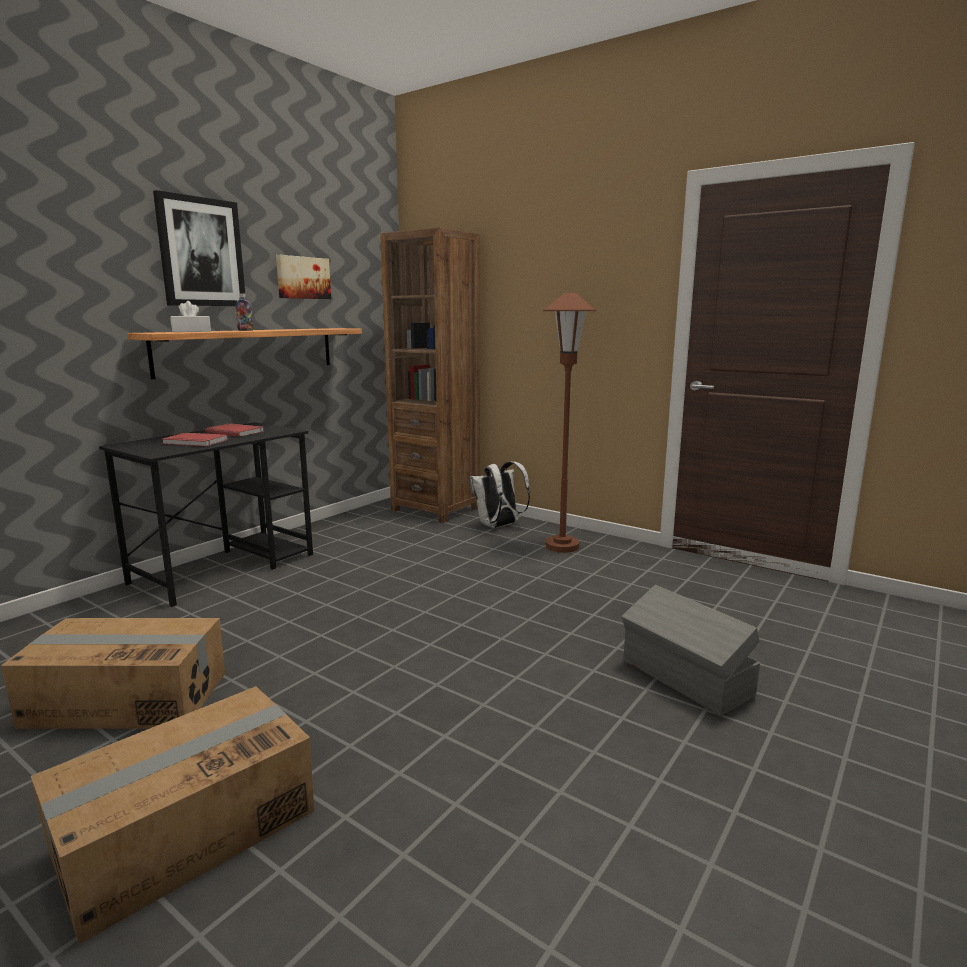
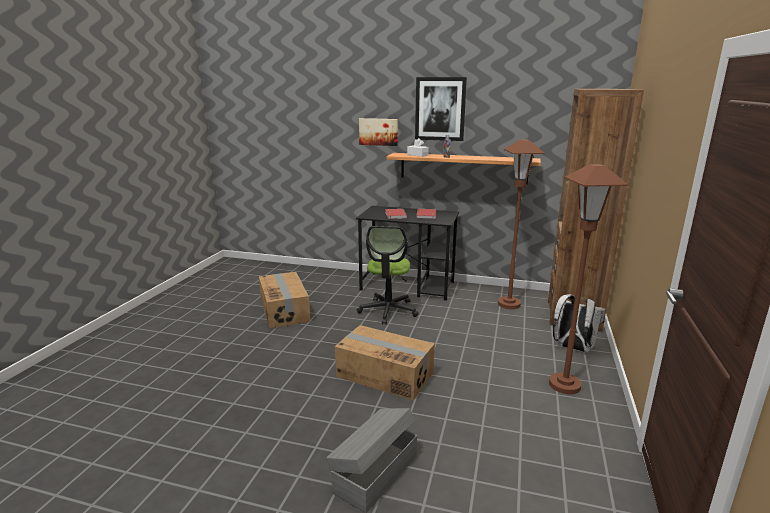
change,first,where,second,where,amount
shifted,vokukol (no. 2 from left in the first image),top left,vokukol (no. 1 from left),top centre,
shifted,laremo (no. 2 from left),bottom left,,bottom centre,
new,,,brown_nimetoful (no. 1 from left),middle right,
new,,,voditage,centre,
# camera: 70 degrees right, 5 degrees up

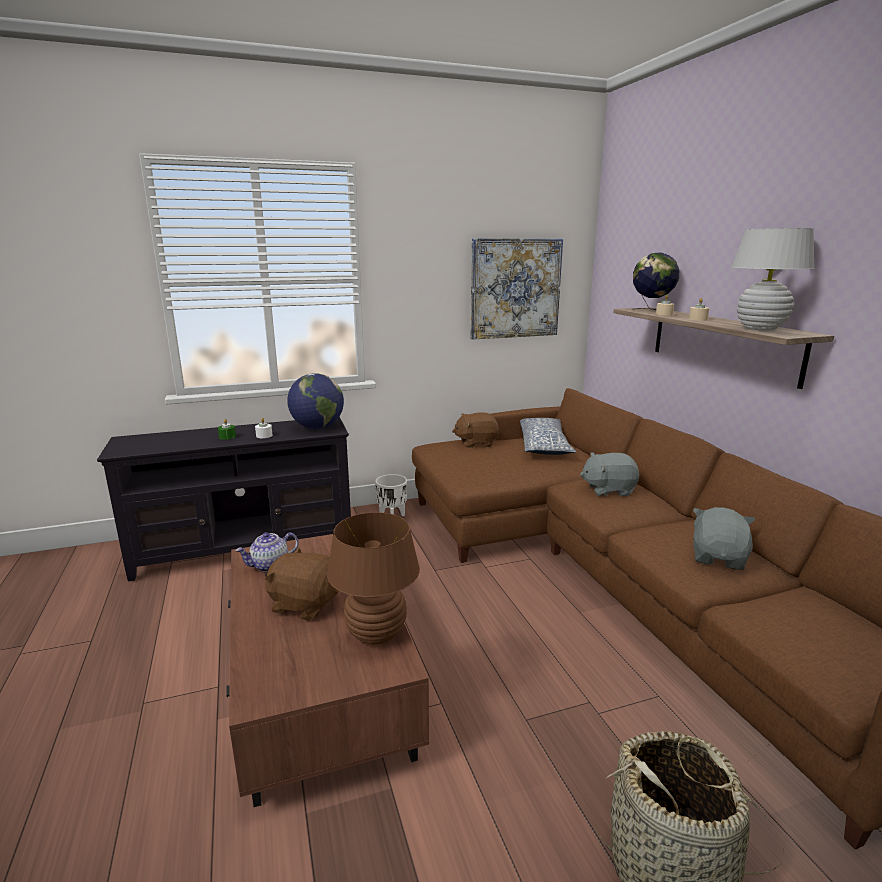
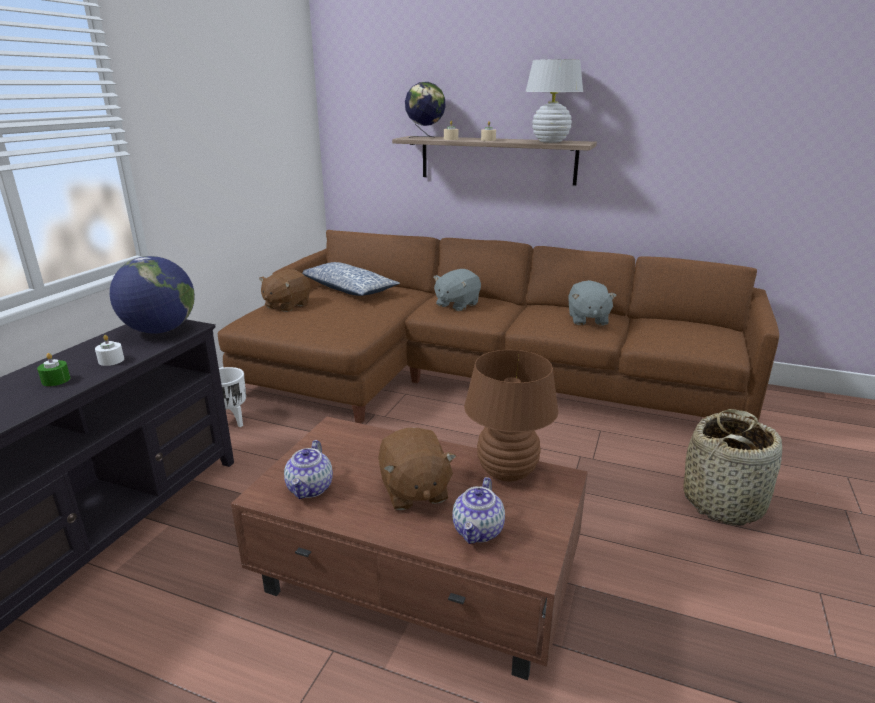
change,first,where,second,where,amount
gone,vokukol,top centre,,,
rotated,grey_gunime (no. 2 from left),middle right,,middle right,150 degrees counterclockwise
rotated,brown_gunime (no. 1 from left in the first image),centre,brown_gunime (no. 2 from left),bottom centre,75 degrees counterclockwise
new,,,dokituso (no. 2 from left),bottom centre,
# camera: 50 degrees left, 5 degrees up

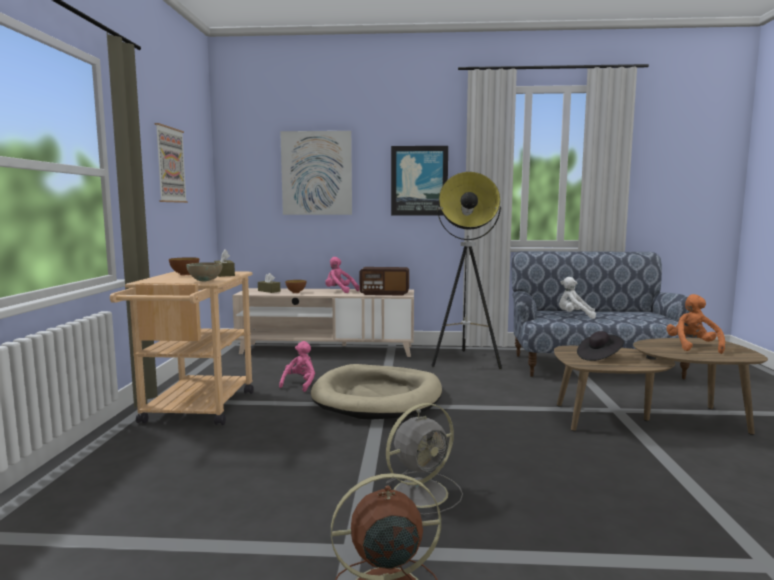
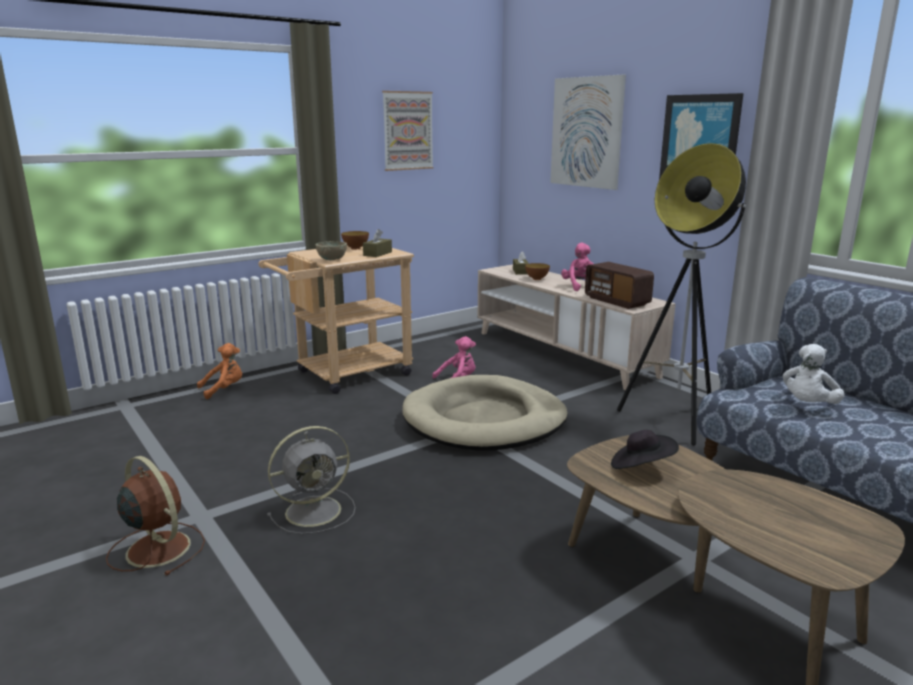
change,first,where,second,where,amount
rotated,white_gunime,middle right,,middle right,120 degrees counterclockwise
shifted,orange_gunime,middle right,,middle left,
rotated,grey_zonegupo,bottom centre,,bottom centre,45 degrees counterclockwise
# camera: 50 degrees right, 10 degrees up

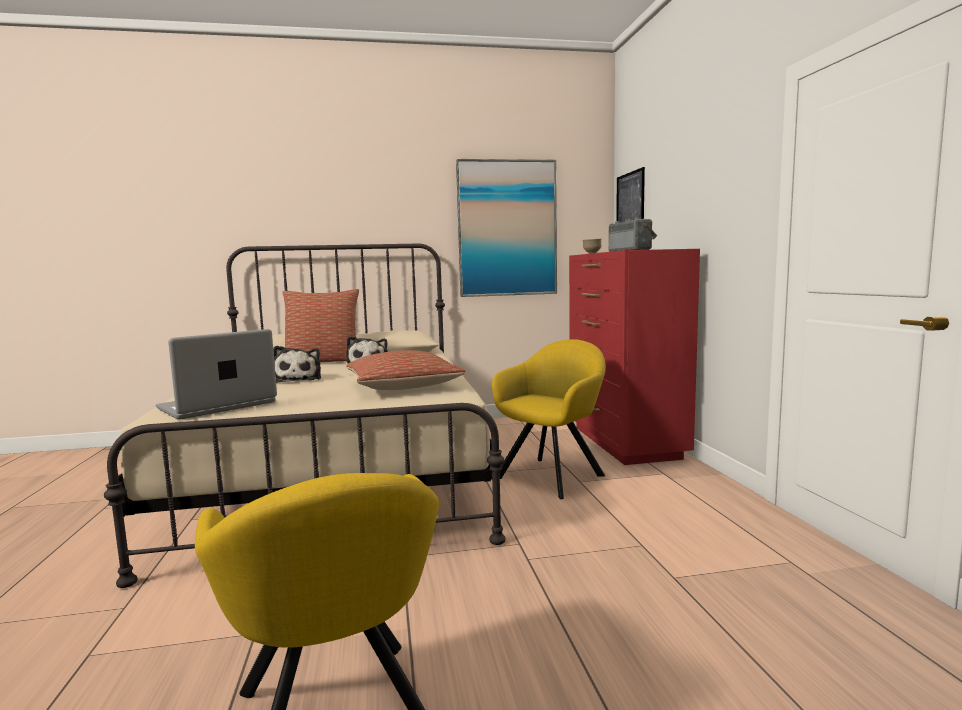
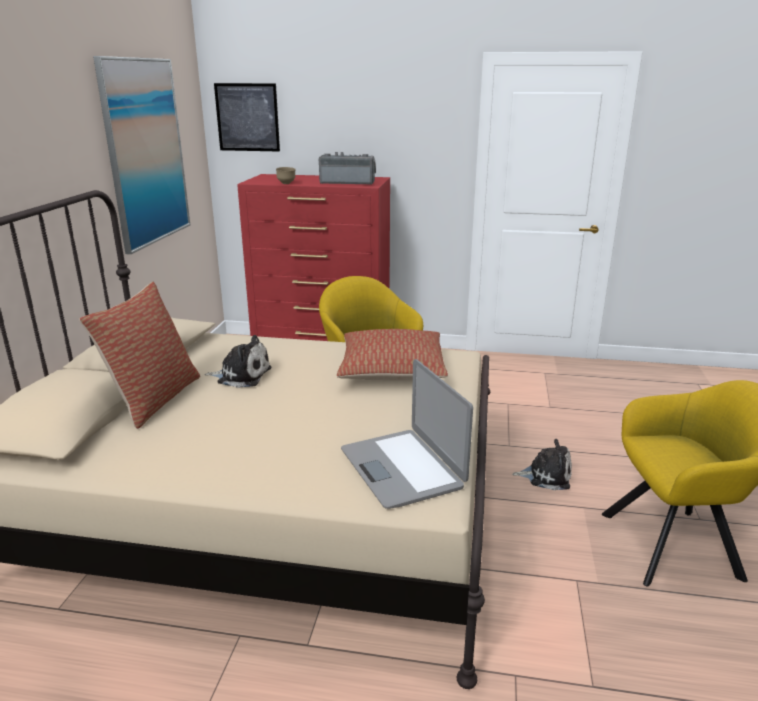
change,first,where,second,where,amount
shifted,gunime (no. 1 from left in the first image),middle left,gunime (no. 2 from left),middle right,
# camera: 70 degrees left, 15 degrees up

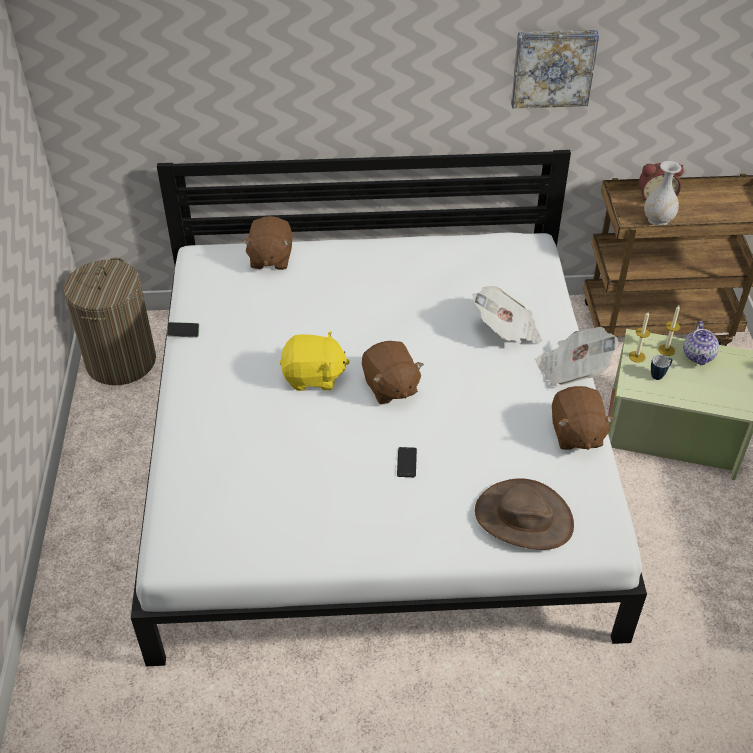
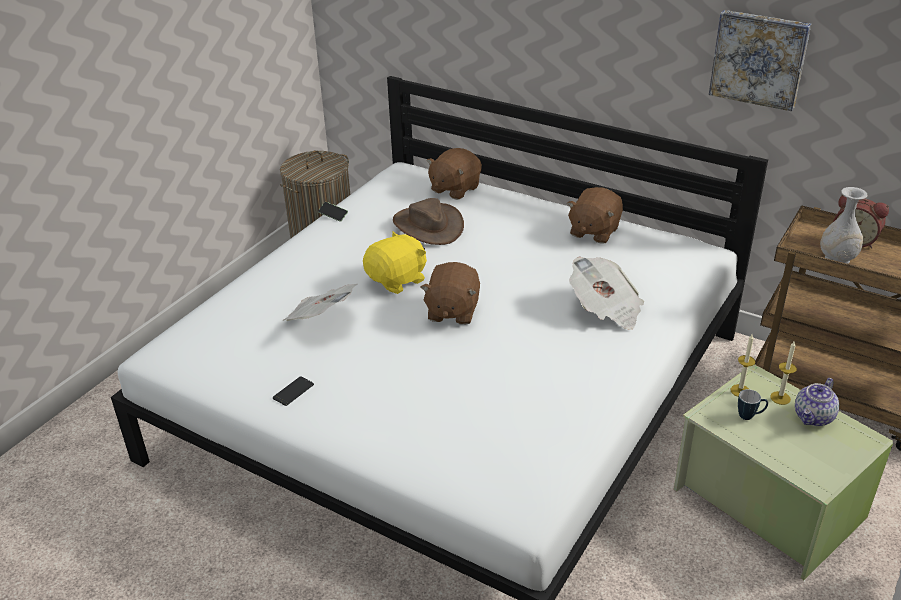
change,first,where,second,where,amount
shifted,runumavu (no. 2 from left in the first image),middle right,runumavu (no. 1 from left),centre,
rotated,yellow_gunime,centre,,centre,75 degrees counterclockwise
shifted,brown_gunime (no. 3 from left),middle right,,centre,
shifted,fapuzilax (no. 2 from left in the first image),centre,fapuzilax (no. 1 from left),middle left,
shifted,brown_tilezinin,bottom right,,centre,
# camera: 35 degrees right, 10 degrees down

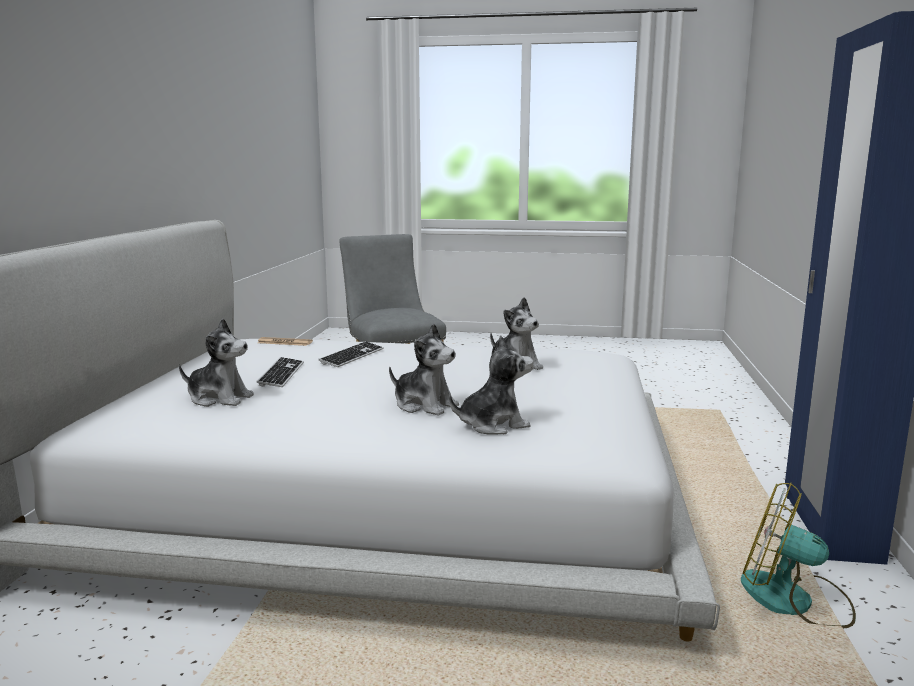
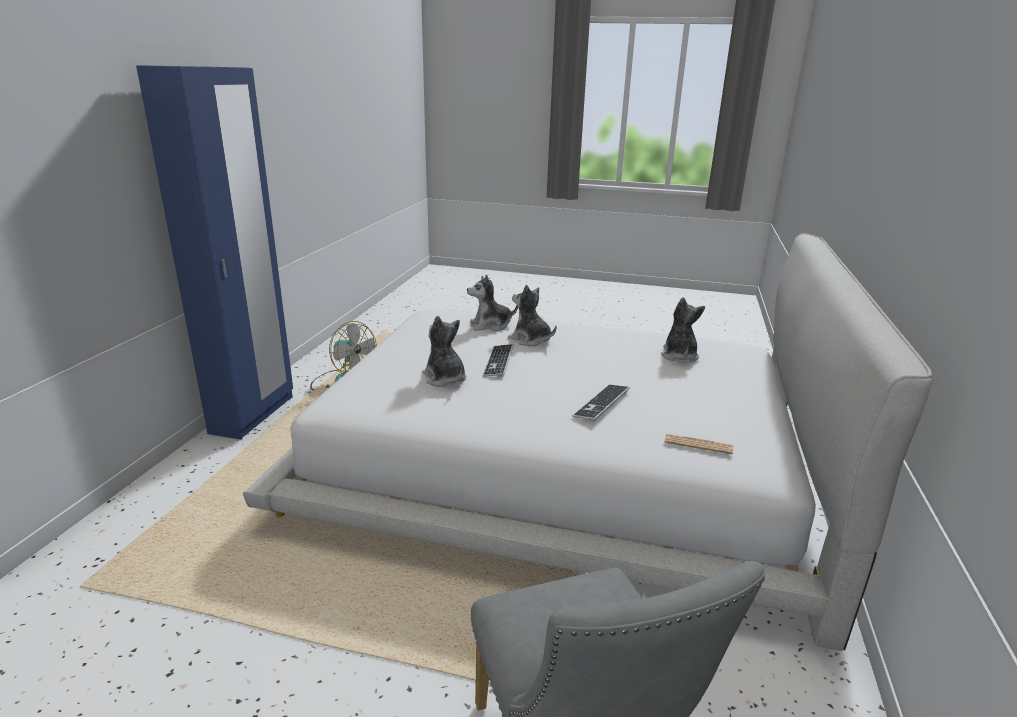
change,first,where,second,where,amount
rotated,gunime (no. 1 from left in the first image),middle left,gunime (no. 4 from left),middle right,75 degrees clockwise
shifted,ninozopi (no. 1 from left),middle left,,centre,
# camera: 175 degrees left, 10 degrees up

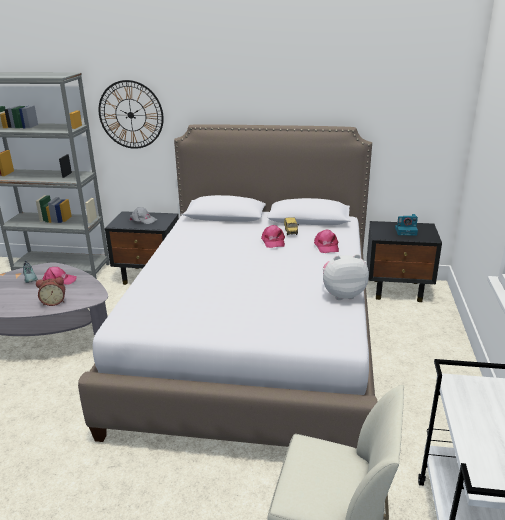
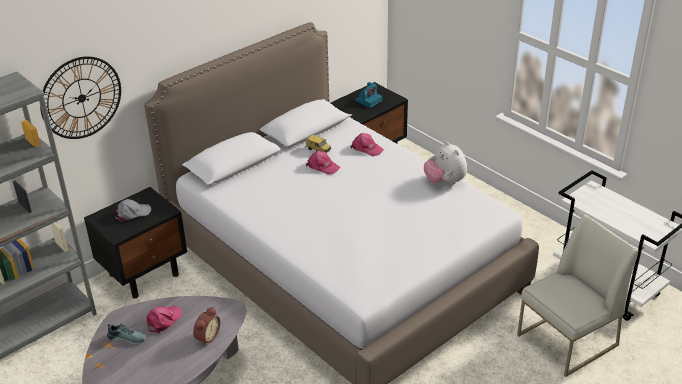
change,first,where,second,where,amount
rotated,gunime,middle right,,centre,60 degrees counterclockwise
# camera: 50 degrees left, 10 degrees up

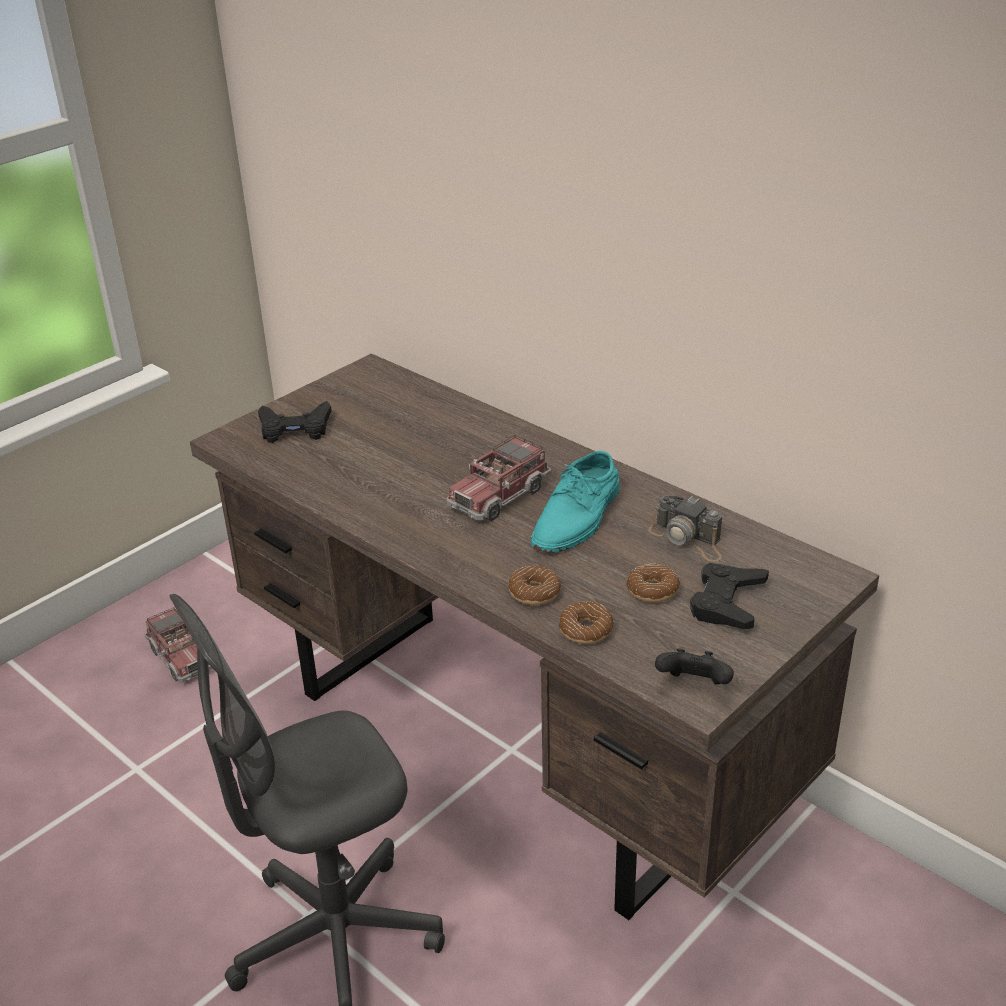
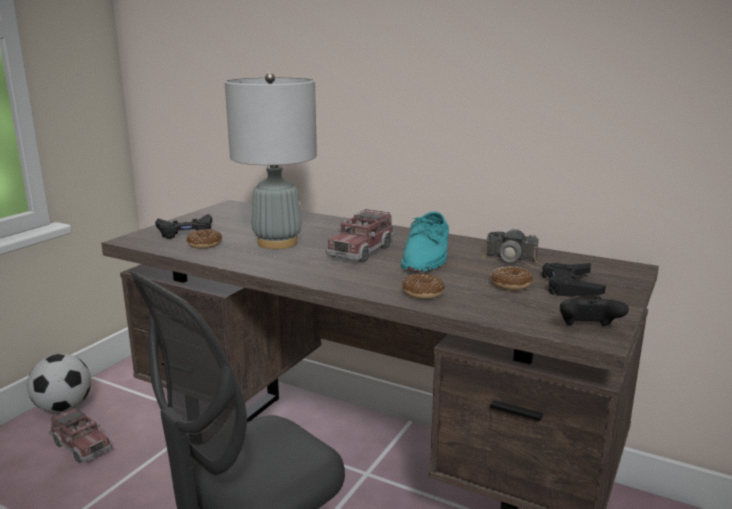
change,first,where,second,where,amount
shifted,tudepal (no. 2 from left in the first image),centre,tudepal (no. 1 from left),middle left,
new,,,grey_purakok,top centre,
new,,,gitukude,bottom left,
# camera: 15 degrees left, 15 degrees down

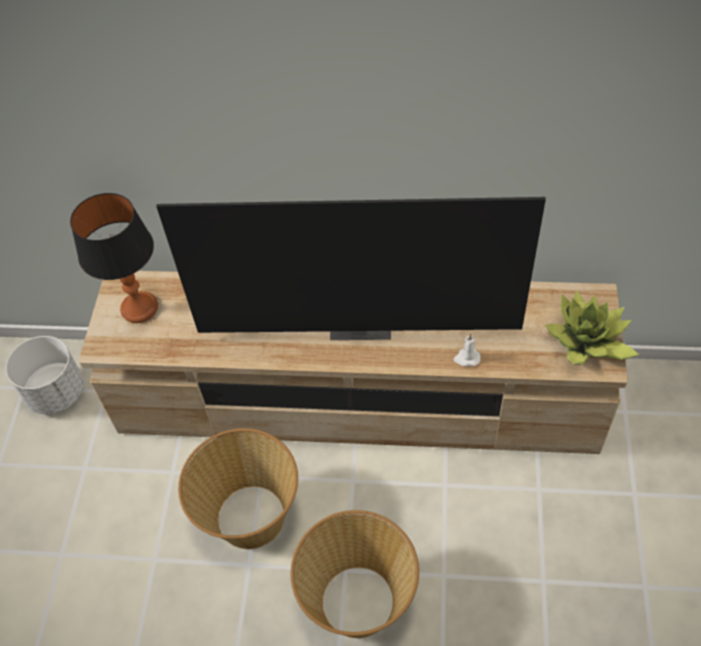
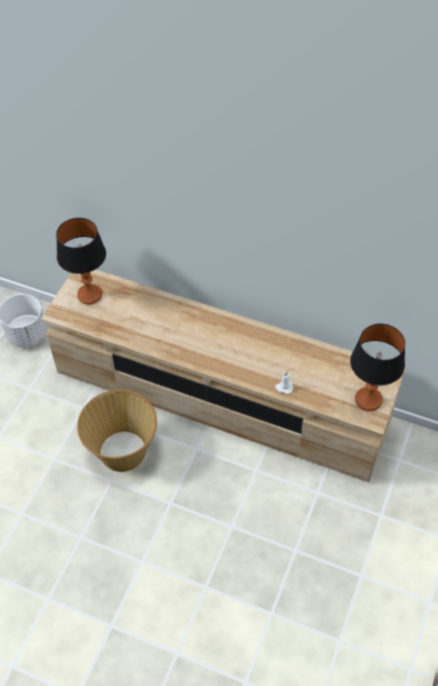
change,first,where,second,where,amount
gone,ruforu,centre,,,
swapped,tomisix,middle right,purakok (no. 2 from left),middle right,
gone,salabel (no. 2 from left),bottom centre,,,
# camera: 15 degrees right, 0 degrees up

